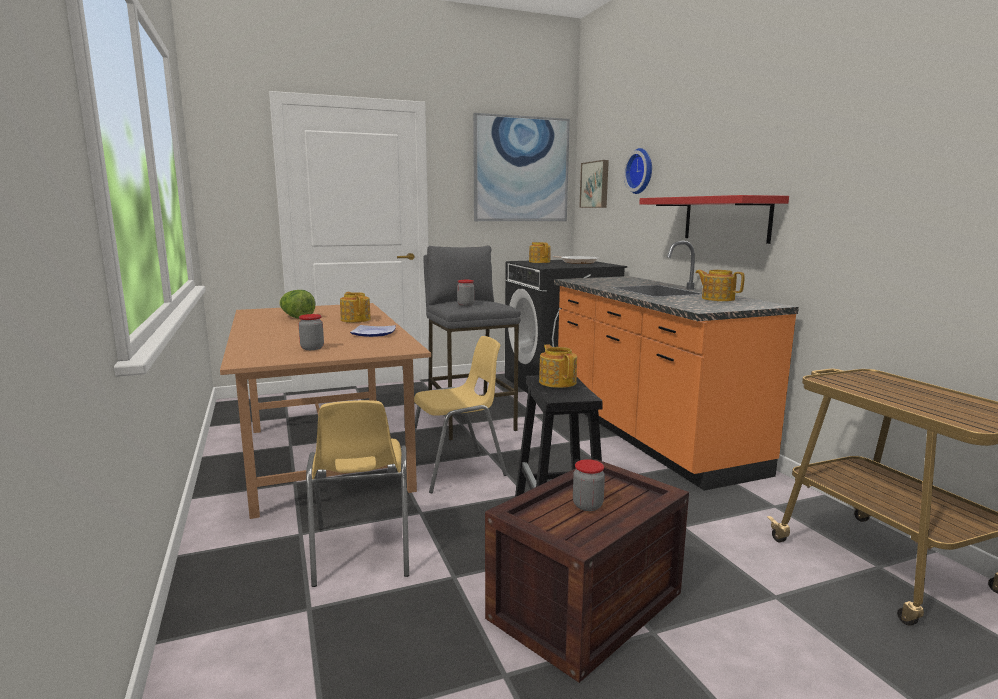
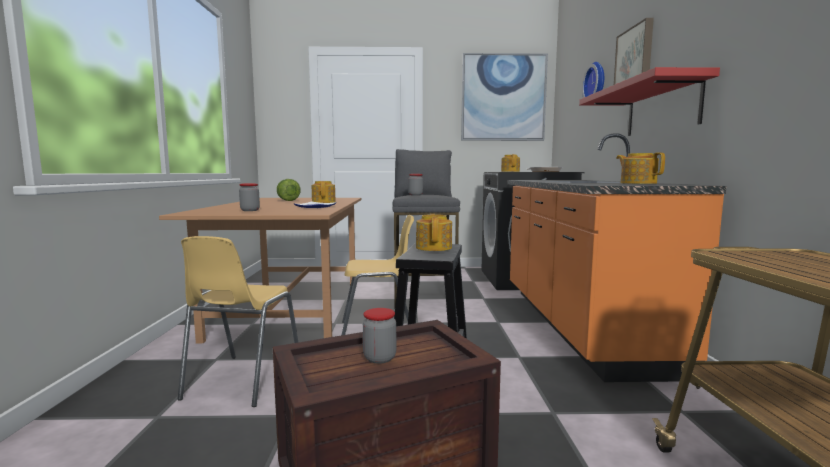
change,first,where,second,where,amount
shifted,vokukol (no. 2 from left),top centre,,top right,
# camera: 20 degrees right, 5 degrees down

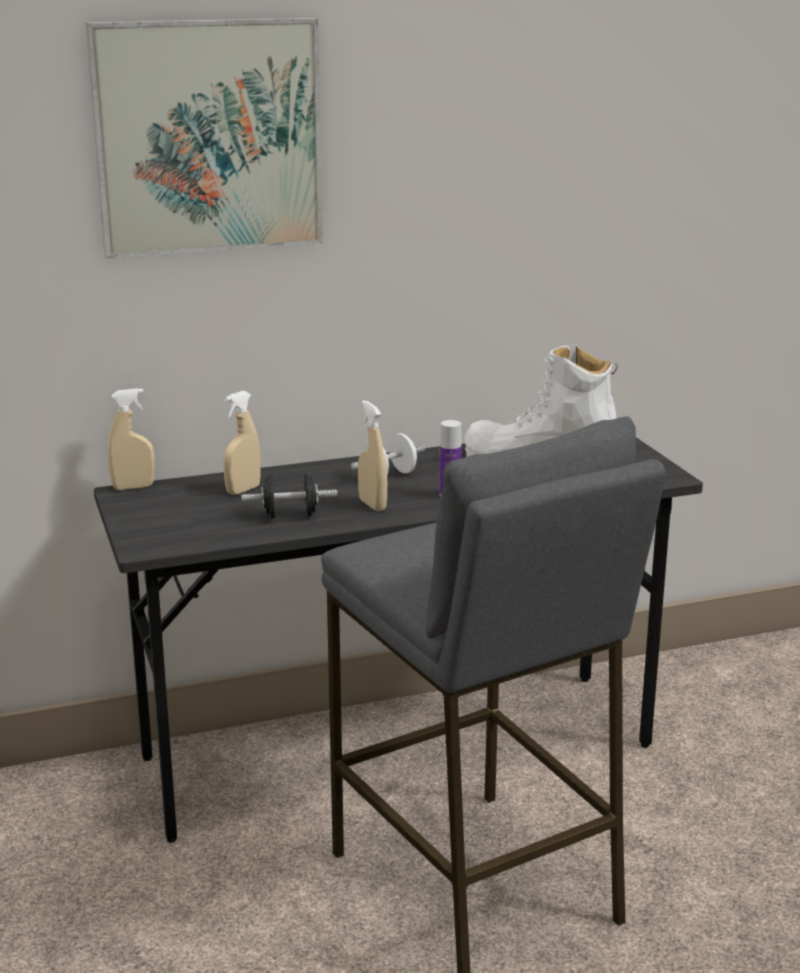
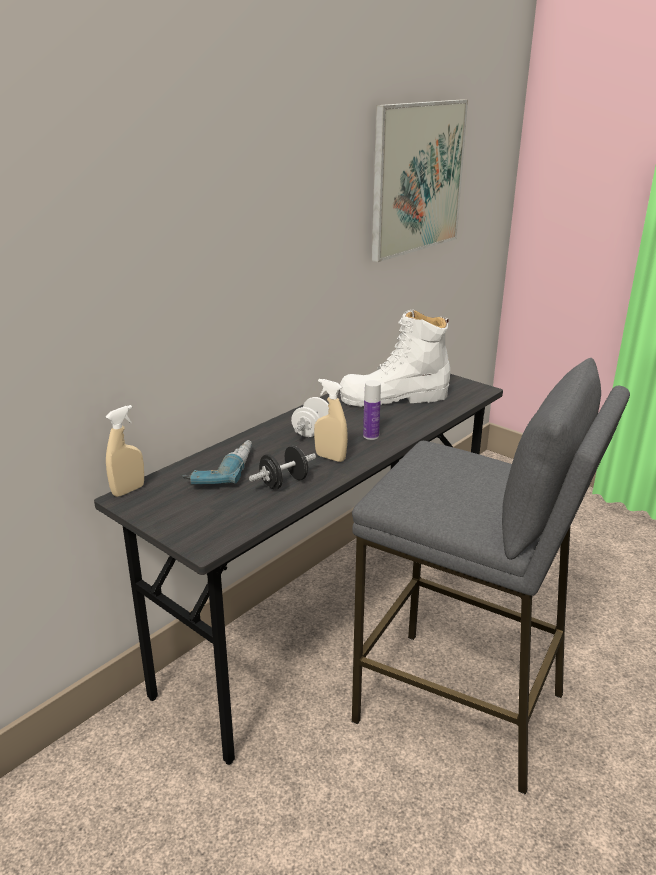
change,first,where,second,where,amount
shifted,vokukol,top left,,top centre,
swapped,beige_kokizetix (no. 2 from left),middle left,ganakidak,middle left,
# camera: 30 degrees left, 5 degrees up

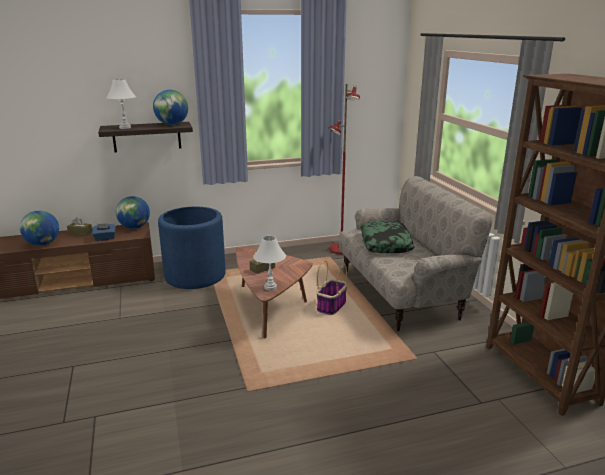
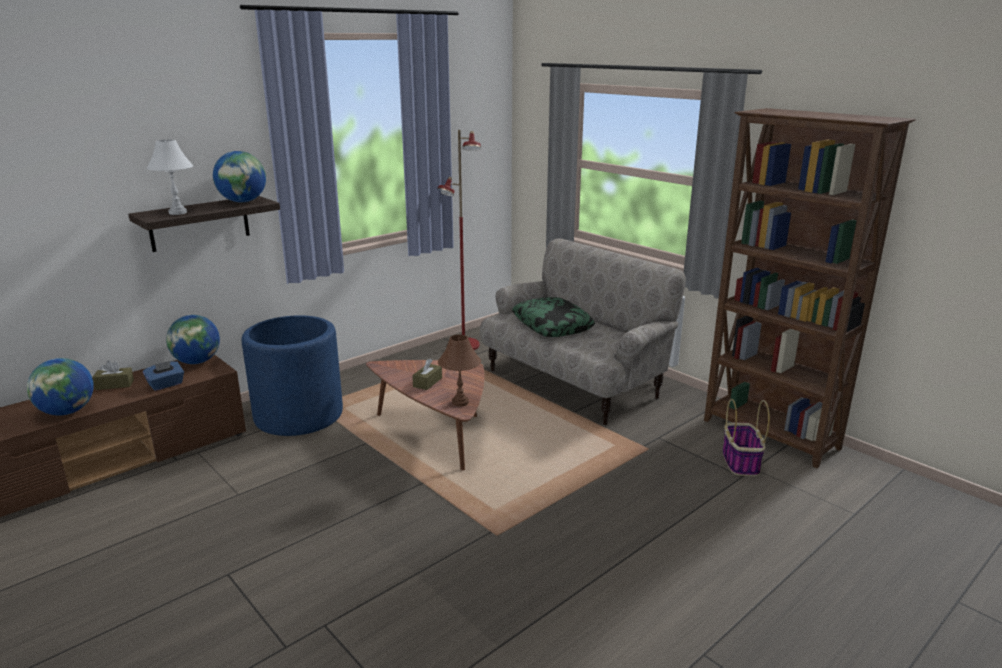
change,first,where,second,where,amount
repainted,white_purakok (no. 2 from left),centre,brown_purakok,centre,
shifted,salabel,centre,,middle right,
# camera: 25 degrees left, 0 degrees up

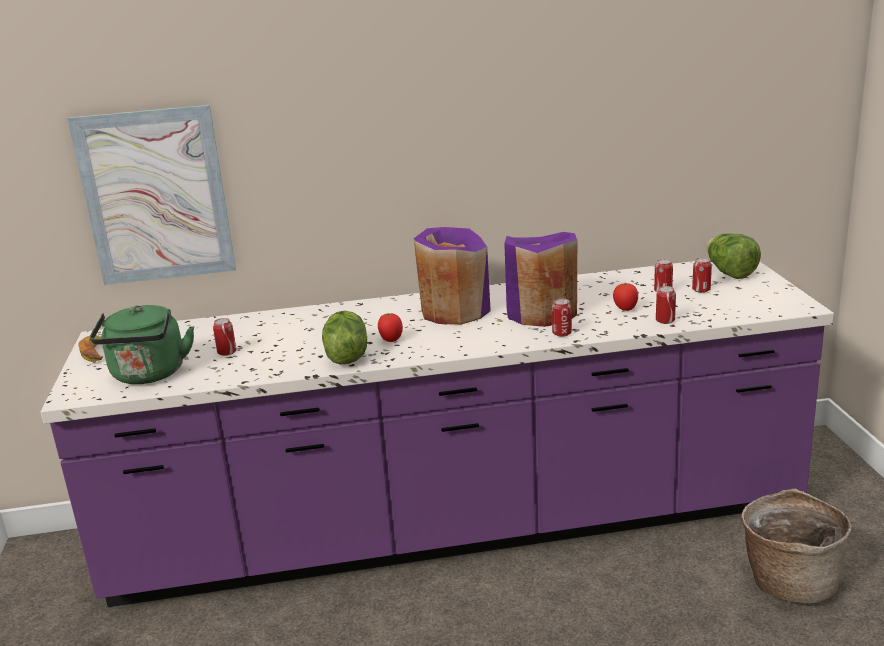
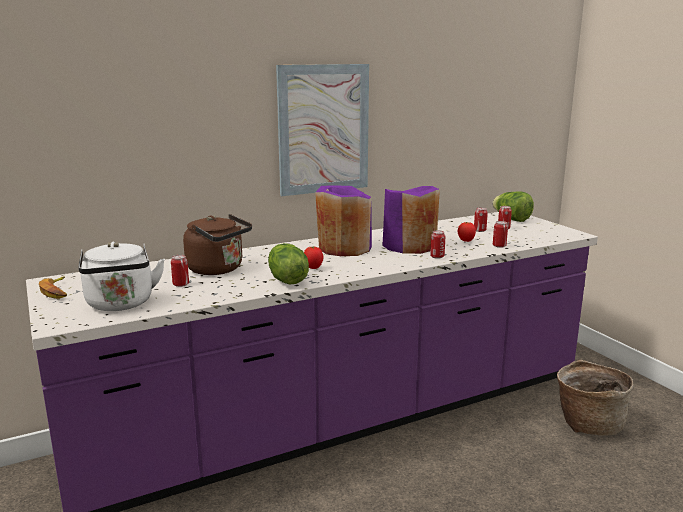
change,first,where,second,where,amount
shifted,vokukol,top left,,top centre,
repainted,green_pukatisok,middle left,white_pukatisok,middle left,
new,,,brown_pukatisok,middle left,
# camera: 20 degrees left, 5 degrees down

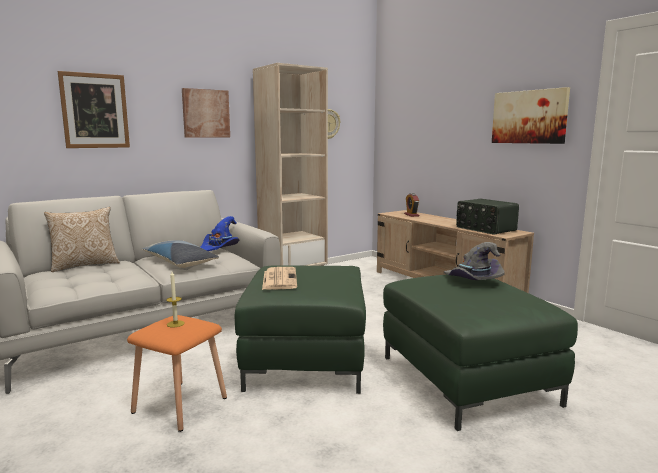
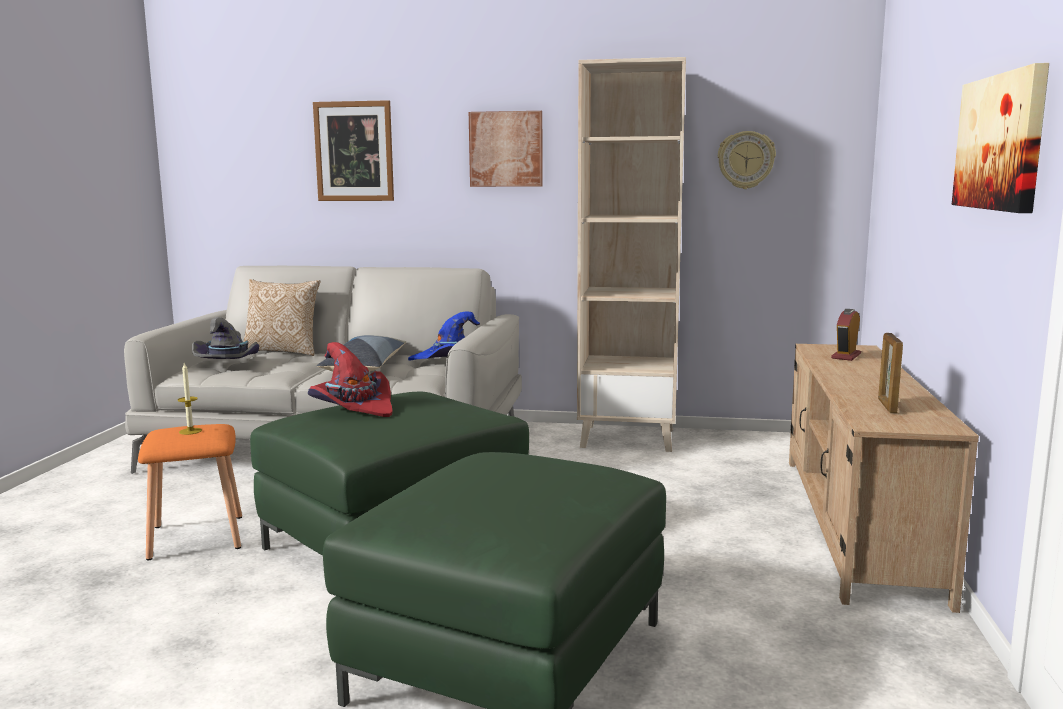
change,first,where,second,where,amount
swapped,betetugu,middle right,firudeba,middle right,
shifted,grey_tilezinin,middle right,,middle left,
swapped,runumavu,centre,red_tilezinin,middle left,
# camera: 45 degrees right, 0 degrees up

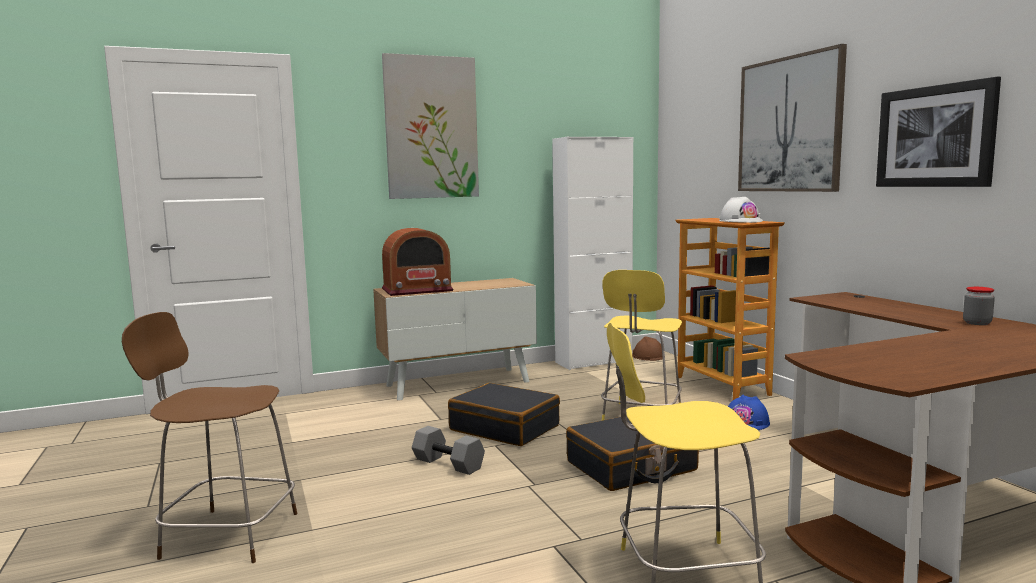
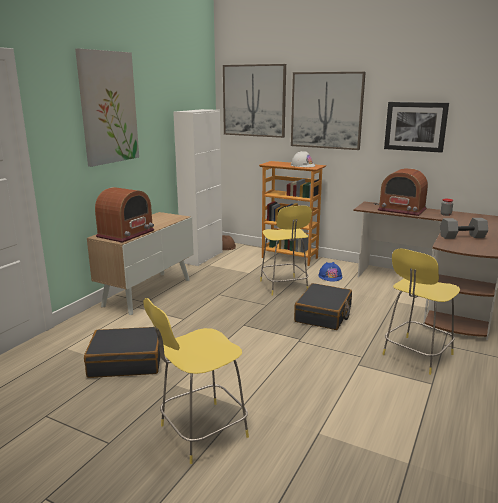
change,first,where,second,where,amount
repainted,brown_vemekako,bottom left,yellow_vemekako (no. 1 from left),bottom centre,
shifted,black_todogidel (no. 1 from left),bottom centre,,bottom left,
shifted,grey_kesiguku,bottom centre,,middle right,
new,,,vokukol (no. 2 from left),top centre,
new,,,betetugu (no. 2 from left),middle right,
# camera: 40 degrees left, 10 degrees up

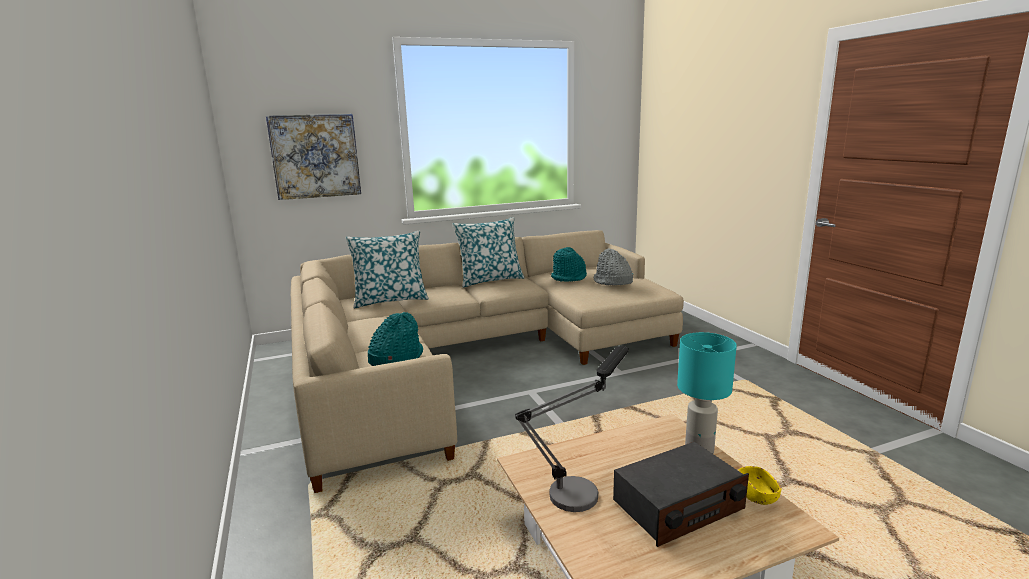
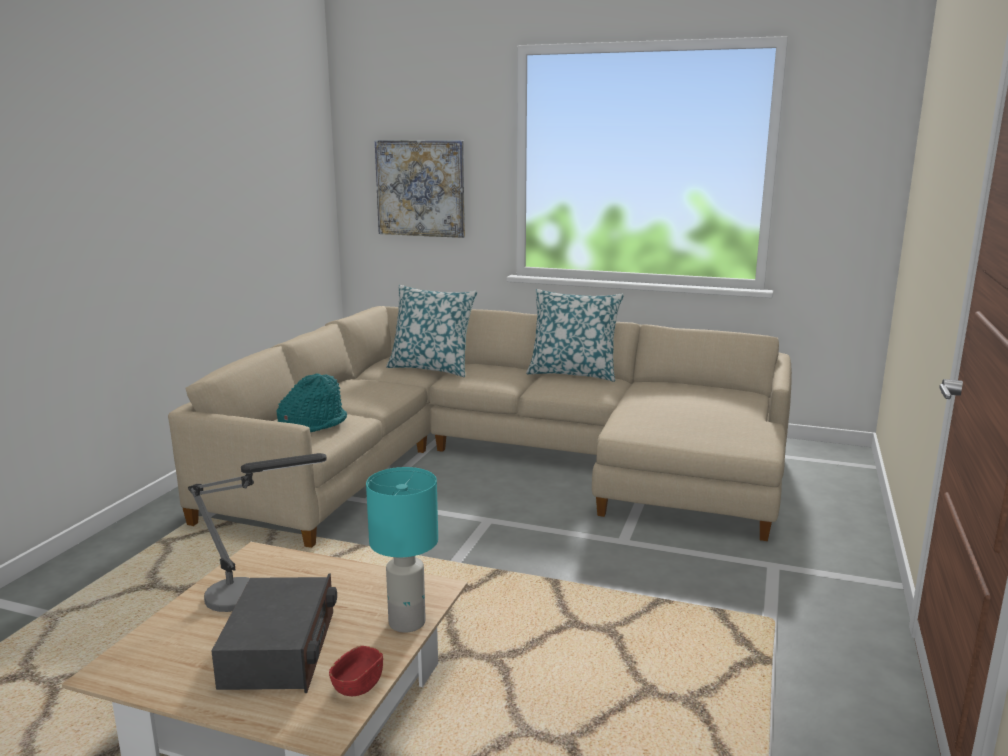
change,first,where,second,where,amount
gone,turquoise_tilezinin (no. 2 from left),centre,,,
gone,grey_tilezinin,centre,,,
rotated,betetugu,bottom centre,,bottom left,105 degrees counterclockwise
repainted,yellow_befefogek,bottom right,red_befefogek,bottom centre,
# camera: 40 degrees right, 0 degrees up

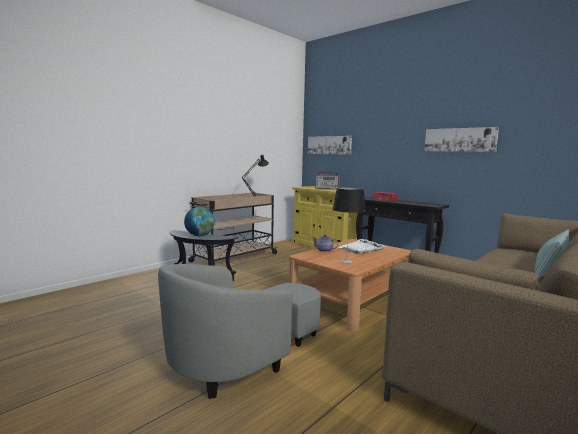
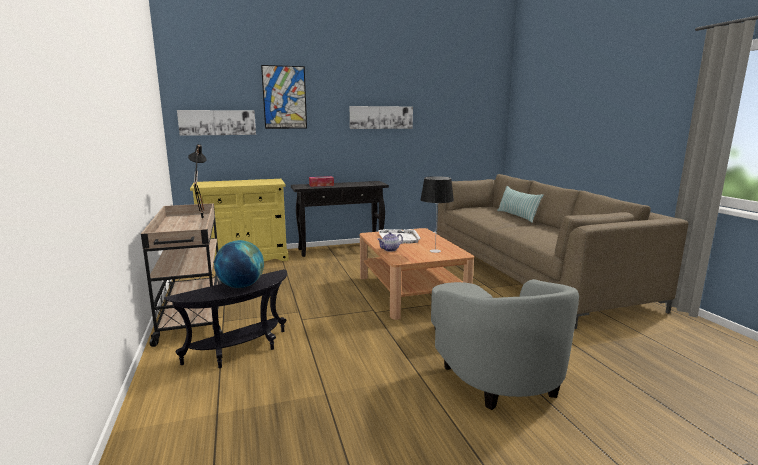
change,first,where,second,where,amount
gone,betetugu,centre,,,
new,,,vokukol (no. 2 from left),top centre,
# camera: 60 degrees left, 5 degrees up

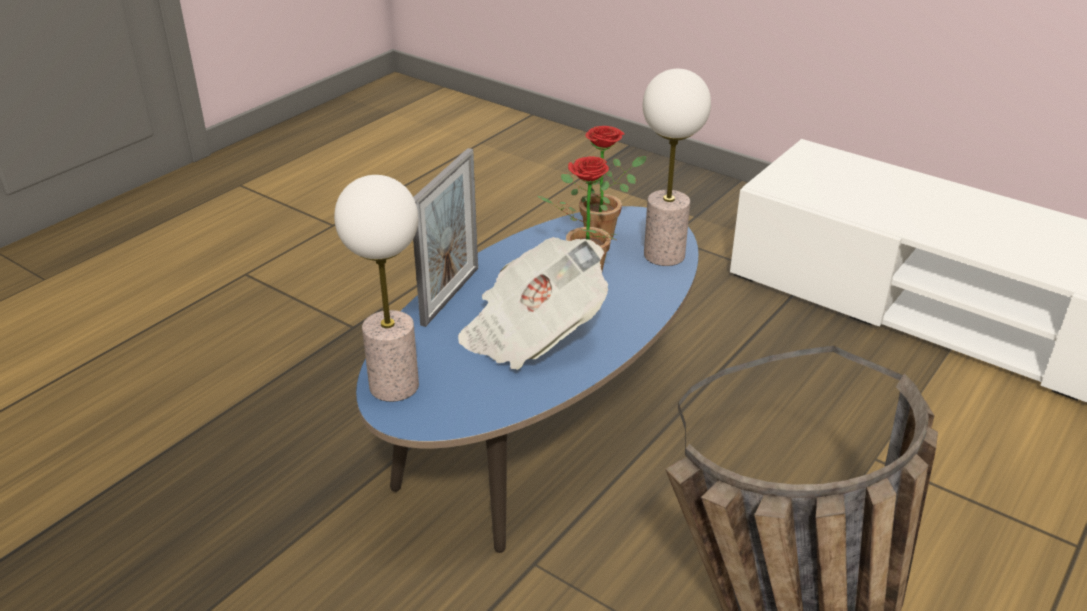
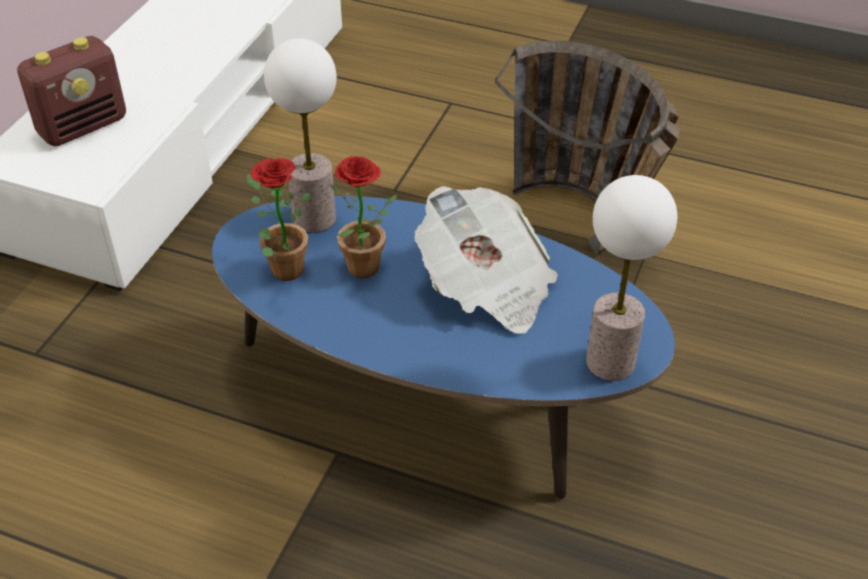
change,first,where,second,where,amount
gone,firudeba,centre,,,
new,,,betetugu,top left,
# camera: 105 degrees left, 10 degrees up

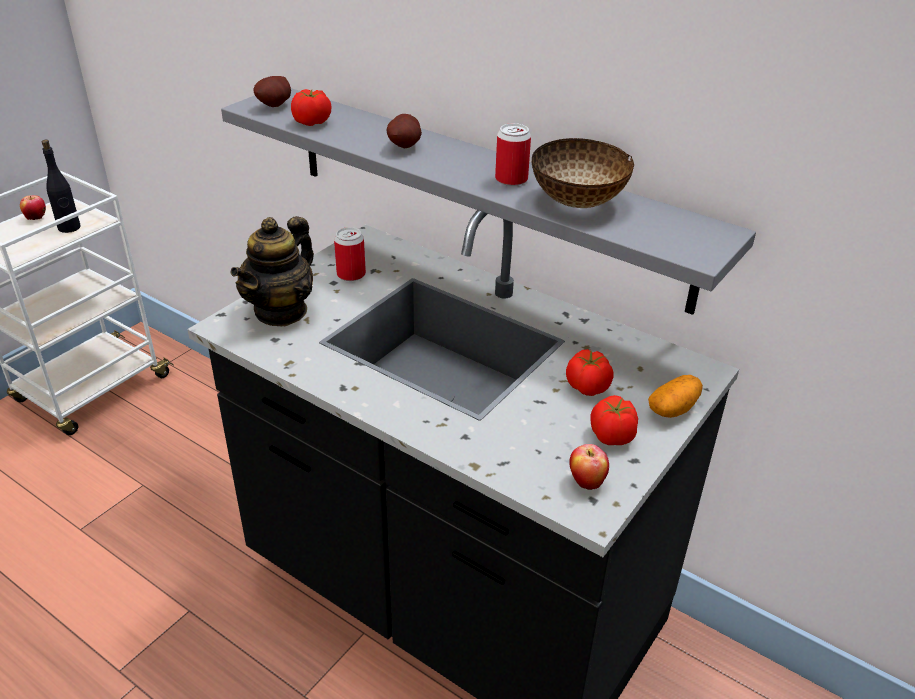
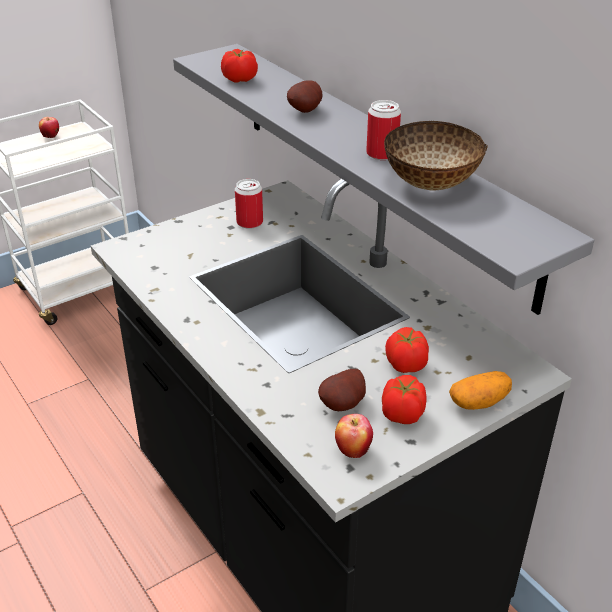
change,first,where,second,where,amount
shifted,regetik (no. 1 from left in the first image),top left,regetik (no. 2 from left),centre,
gone,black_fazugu,top left,,,
gone,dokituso,middle left,,,
# camera: 20 degrees right, 0 degrees up

